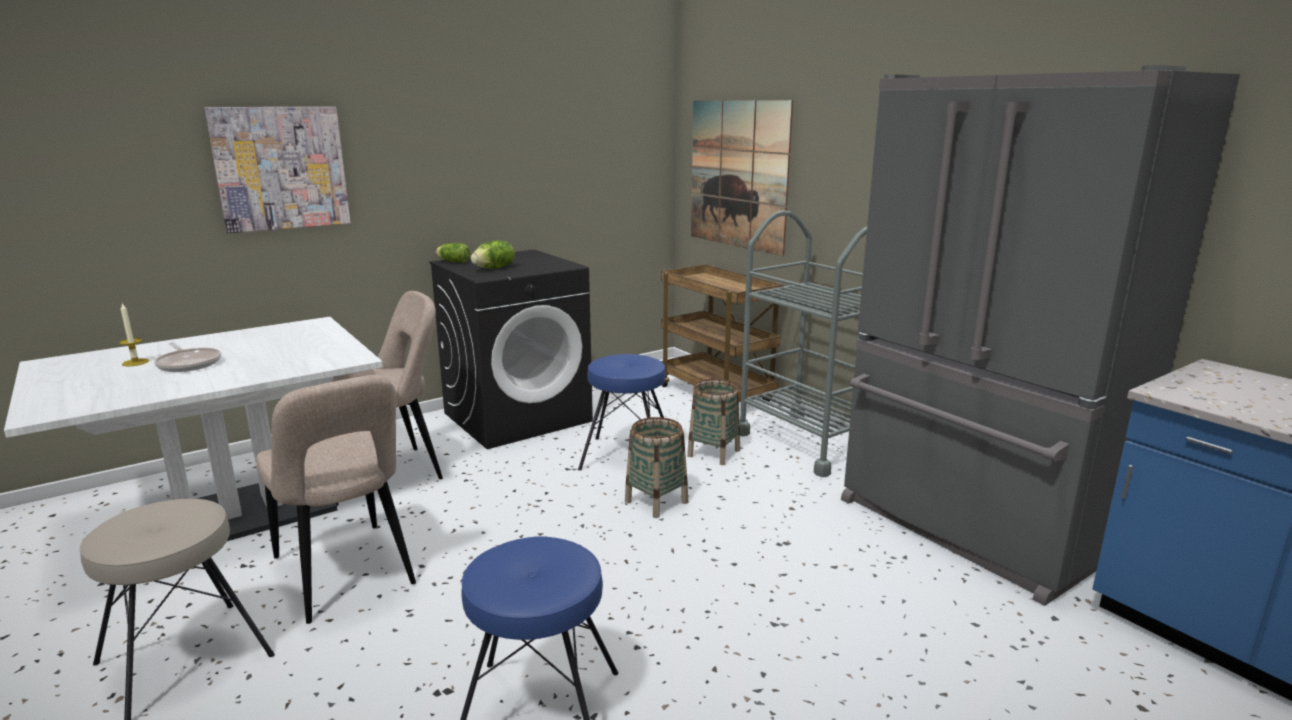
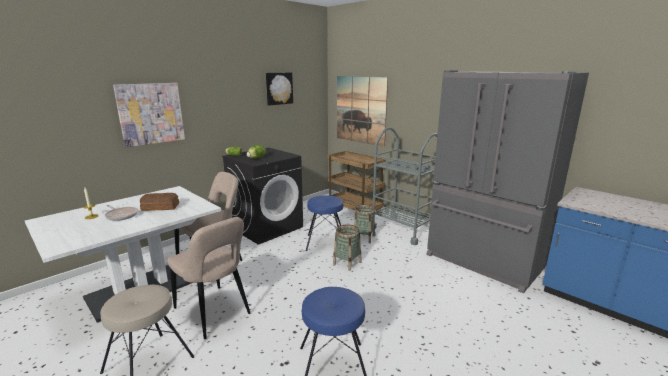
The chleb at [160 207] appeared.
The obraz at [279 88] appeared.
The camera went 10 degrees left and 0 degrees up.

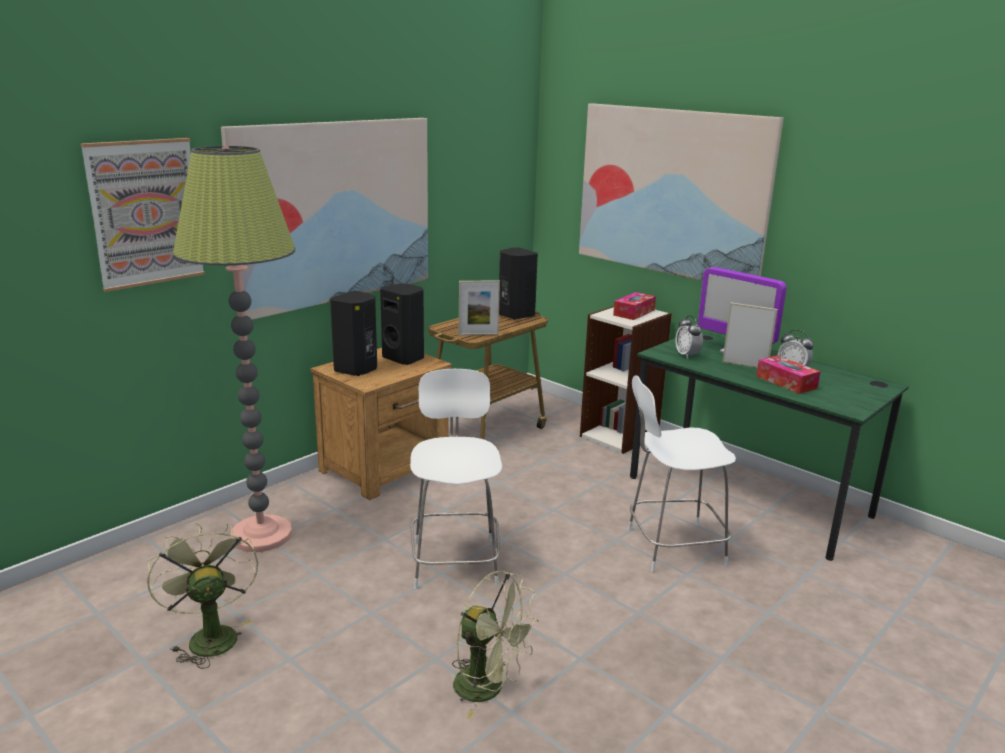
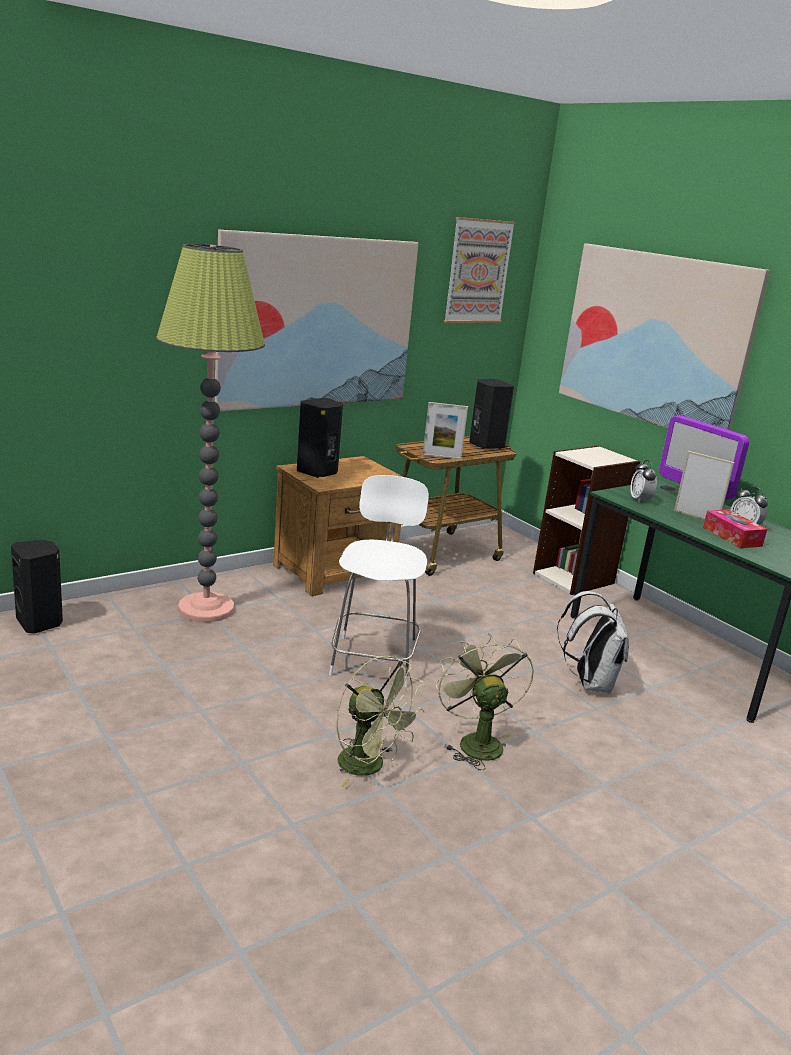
The głośnik (czarny) moved from [404 358] to [40 623].
The wentylator (zielony) moved from [209 635] to [475 741].
The obraz moved from [145 213] to [478 271].
The krzesło (biały) at [671 547] was replaced by the plecak (biały) at [589 683].
The pudełko chusteczek at [634 312] disappeared.
The camera went 10 degrees right and 0 degrees up.

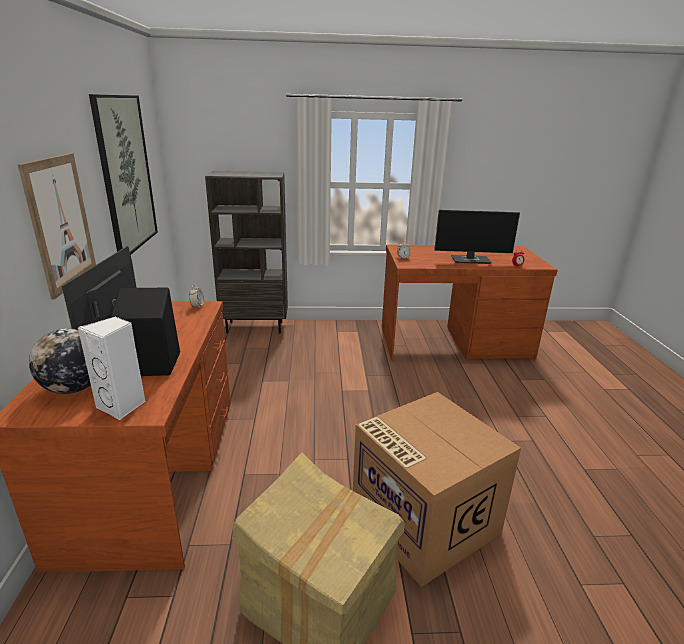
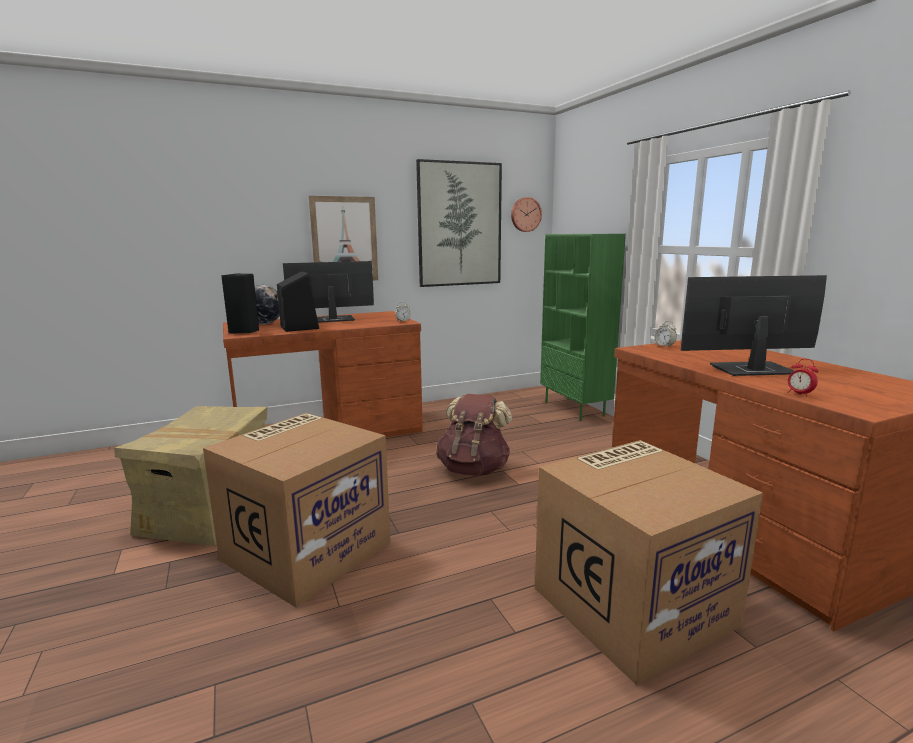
The głośnik (biały) at [123 406] became the głośnik (czarny) at [244 331].
The plecak (brązowy) at [474 469] appeared.
The zegar ścienny at [525 214] appeared.
The karton at [633 604] appeared.
The regał (brązowy) at [255 327] became the regał (zielony) at [575 409].
The monitor at [471 260] turned 105 degrees clockwise.
The camera went 70 degrees right and 10 degrees down.

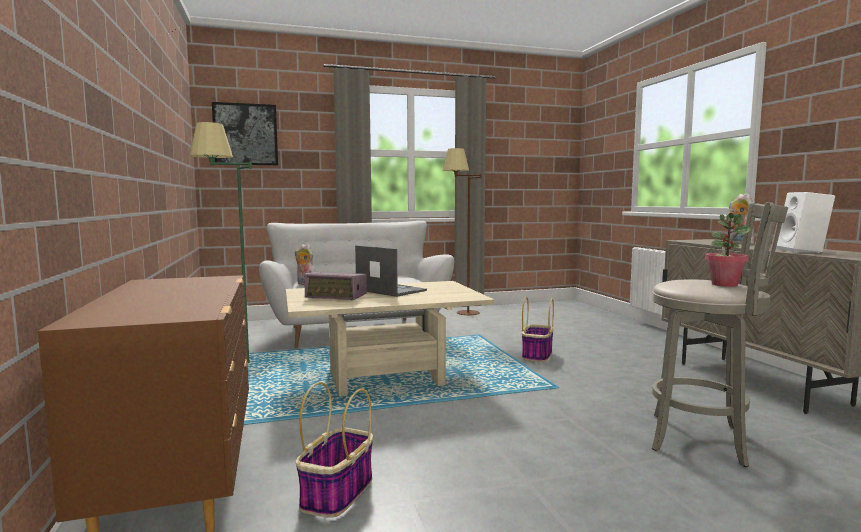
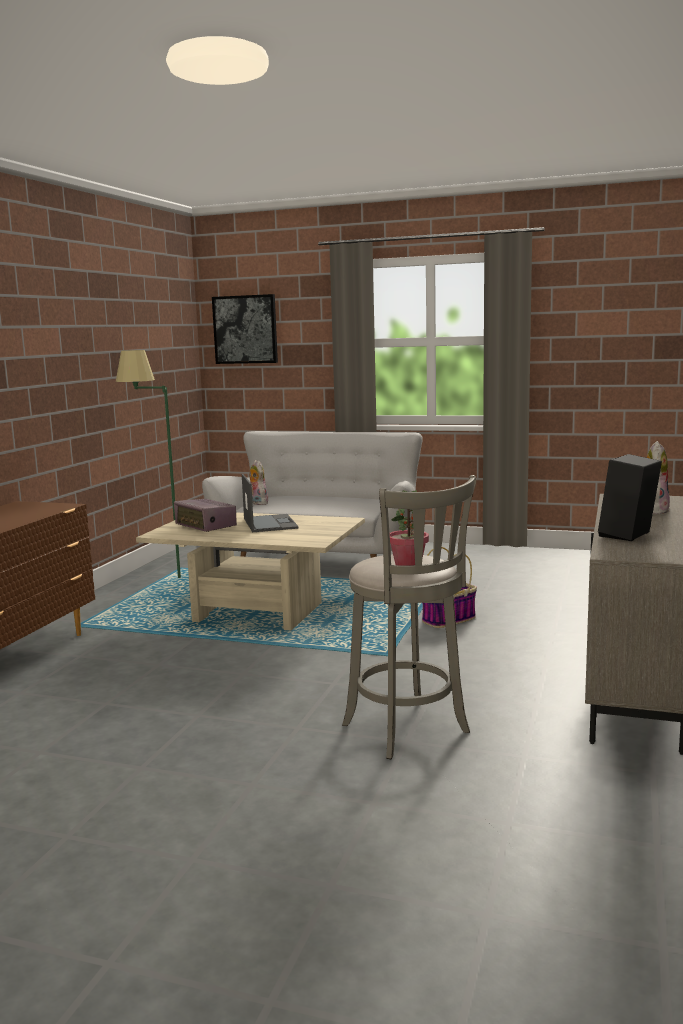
The głośnik (biały) at [803 251] became the głośnik (czarny) at [628 536].
The koszyk at [337 494] disappeared.
The lampa stojąca (brązowy) at [461 314] disappeared.
The camera went 35 degrees right and 5 degrees up.

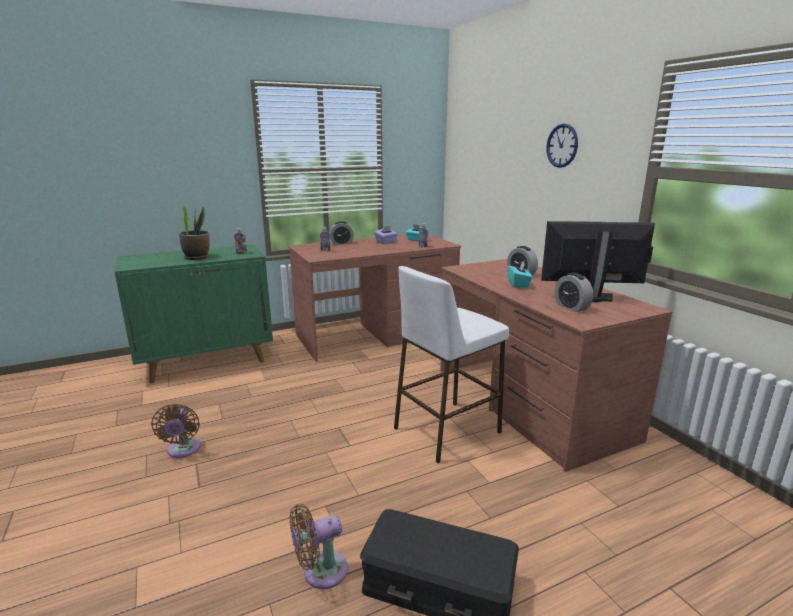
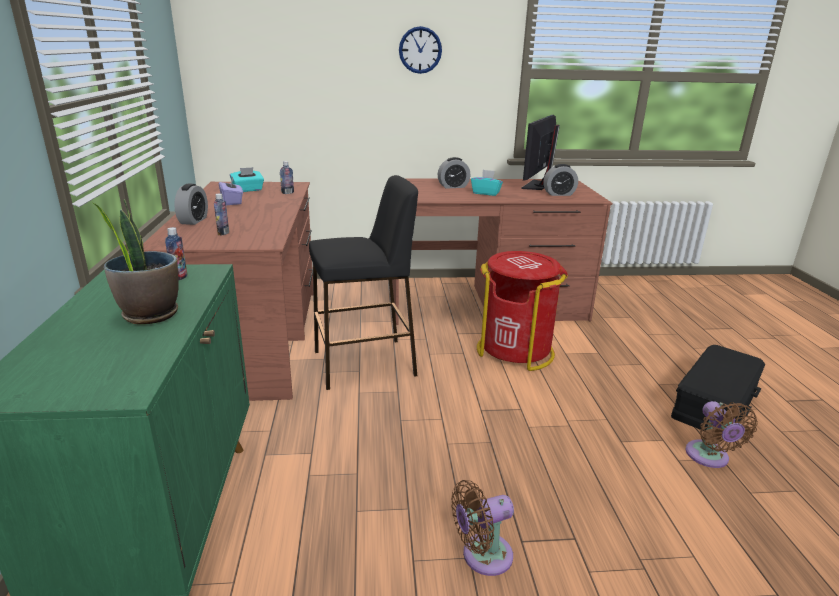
The stołek (czarny) at [365 363] appeared.
The wentylator (brązowy) at [183 450] turned 150 degrees clockwise.
The stołek (biały) at [446 430] was replaced by the kosz na śmieci (czerwony) at [515 351].
The camera went 70 degrees left and 5 degrees up.

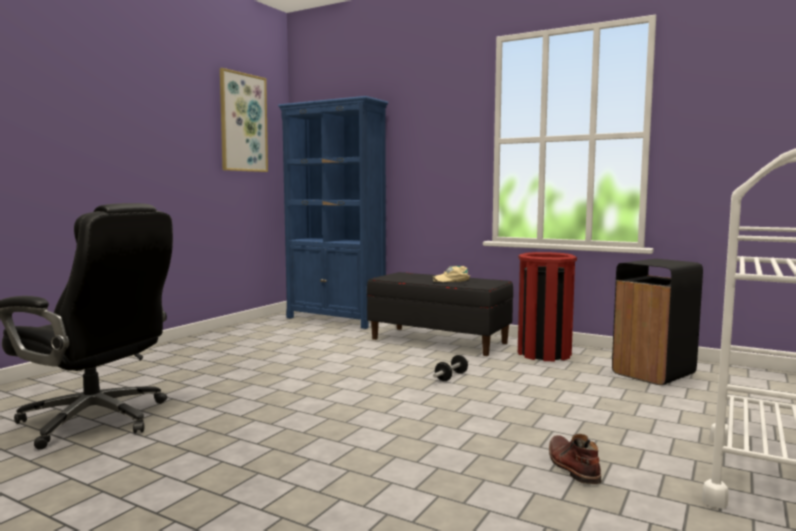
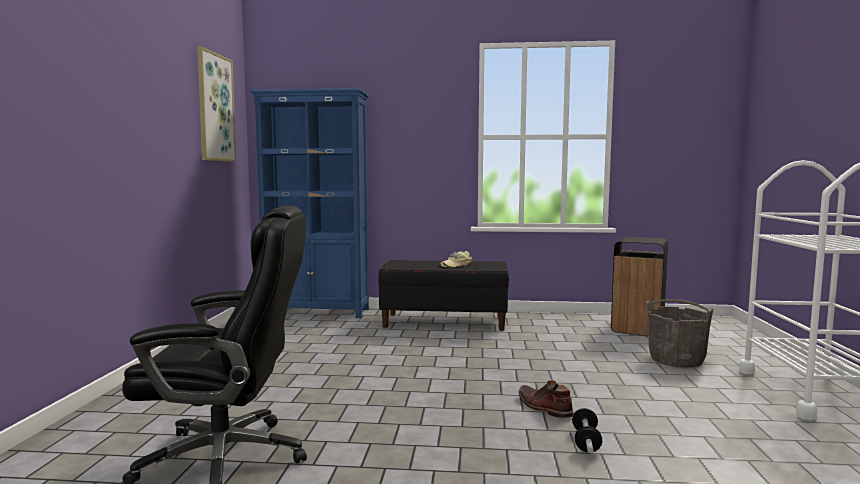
The but z cholewką (brązowy) moved from [572 466] to [543 407].
The hantel moved from [451 377] to [586 441].
The wiadro (szary) at [676 359] appeared.
The kosz na śmieci (czerwony) at [544 354] disappeared.
The camera went 25 degrees left and 0 degrees up.

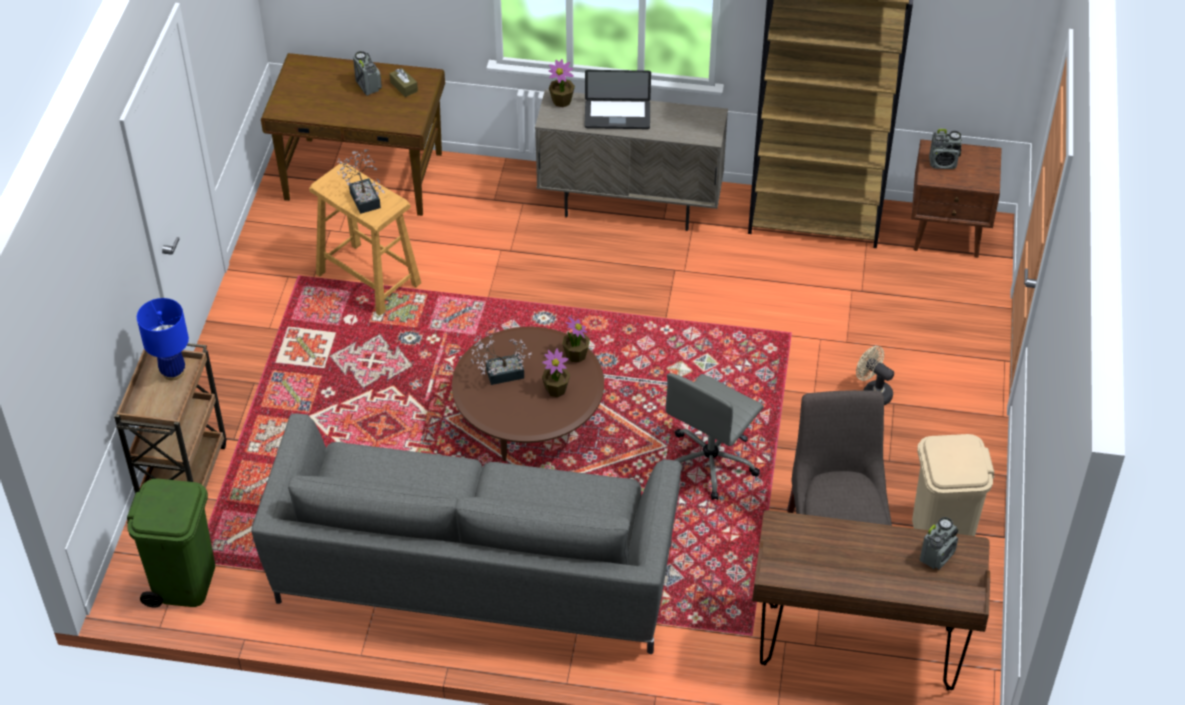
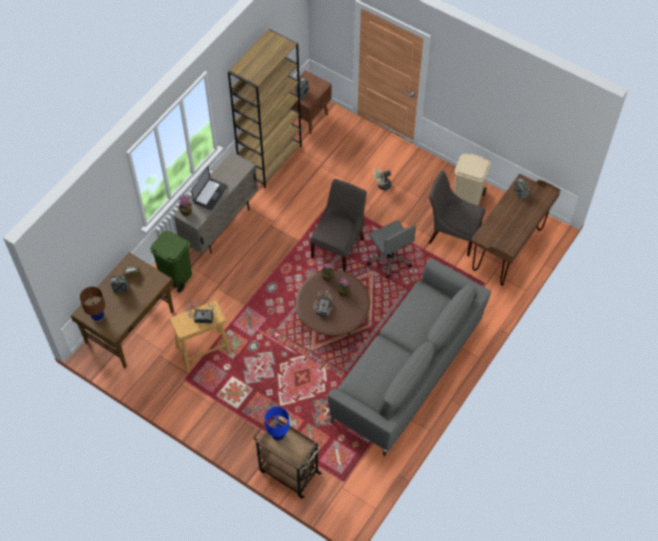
The lampa stołowa (brązowy) at [98 317] appeared.
The kosz na śmieci (zielony) moved from [184 581] to [175 276].
The krzesło (szary) at [339 246] appeared.
The camera went 65 degrees left and 10 degrees up.

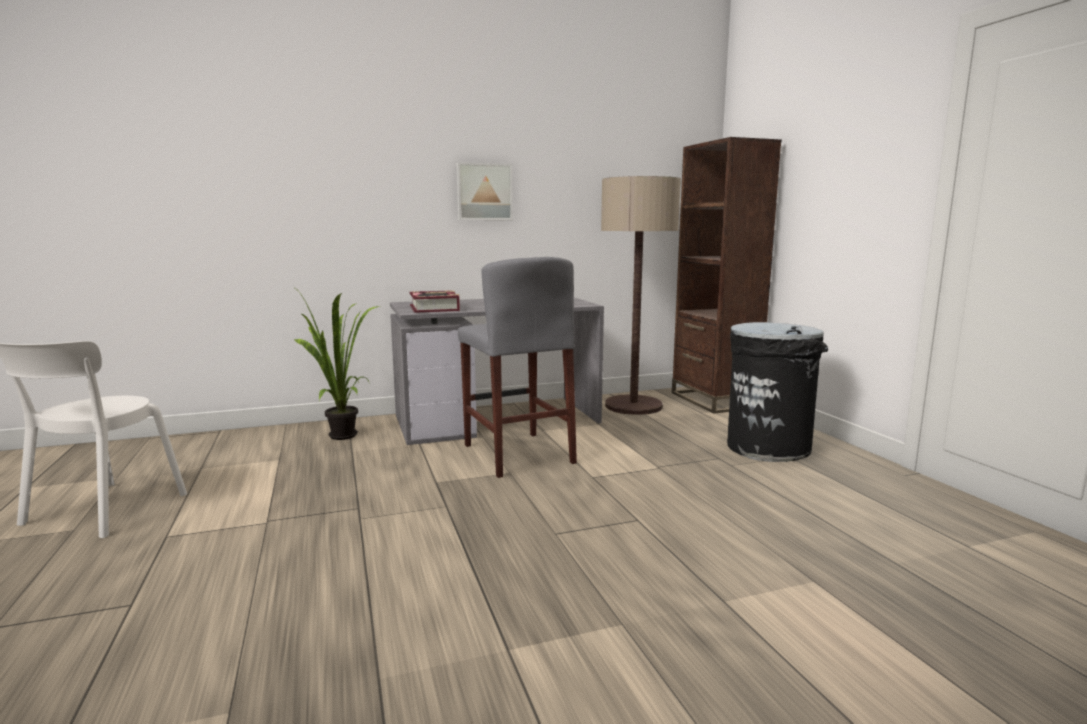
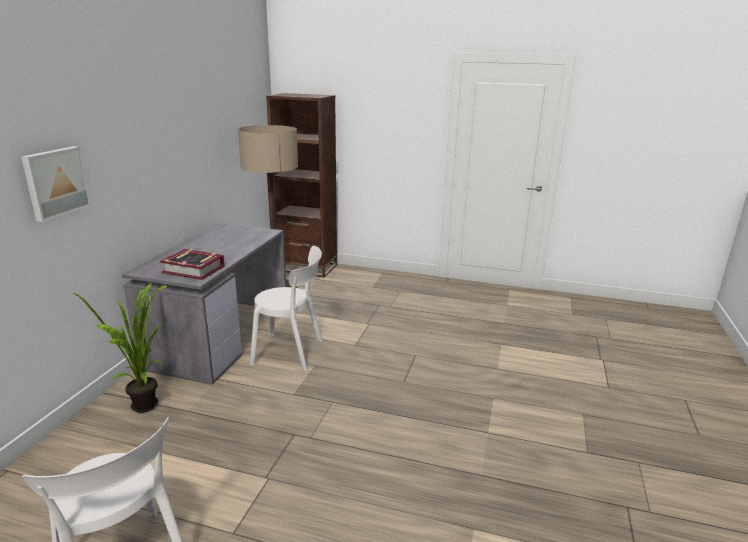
The obraz moved from [484 192] to [55 182].
The stołek (szary) at [518 454] was replaced by the krzesło (biały) at [291 352].
The kosz na śmieci (czarny) at [768 447] disappeared.
The camera went 55 degrees left and 10 degrees up.

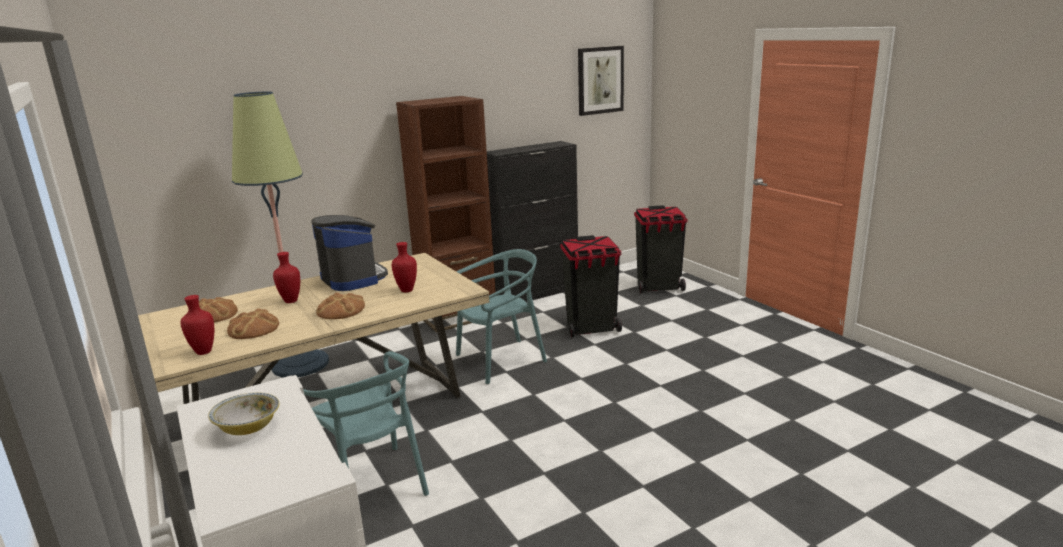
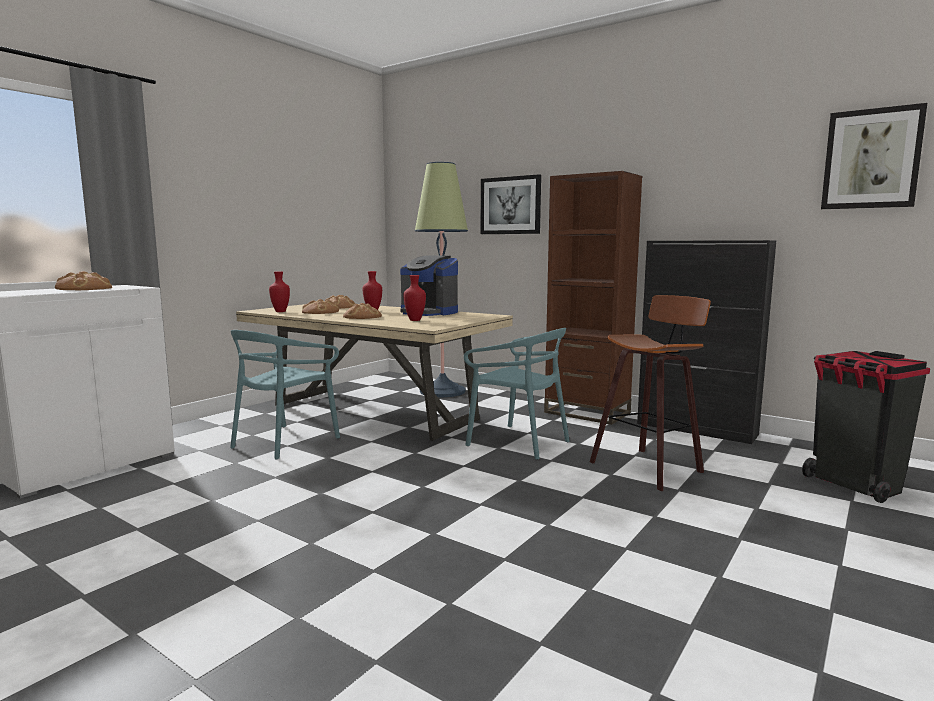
The miska at [248 427] was replaced by the chleb at [85 288].
The ekspres do kawy at [353 278] turned 90 degrees clockwise.
The obraz at [510 205] appeared.
The kosz na śmieci (czarny) at [591 328] was replaced by the stołek at [649 467].
The camera went 65 degrees right and 10 degrees down.

